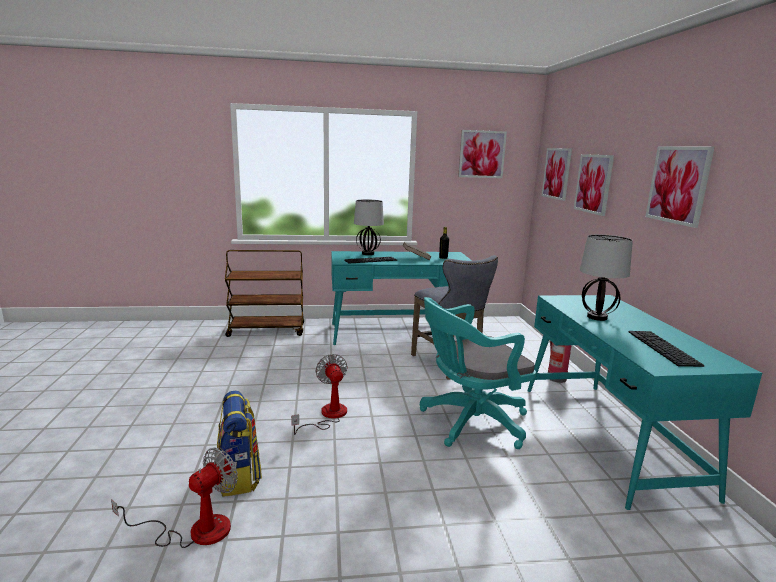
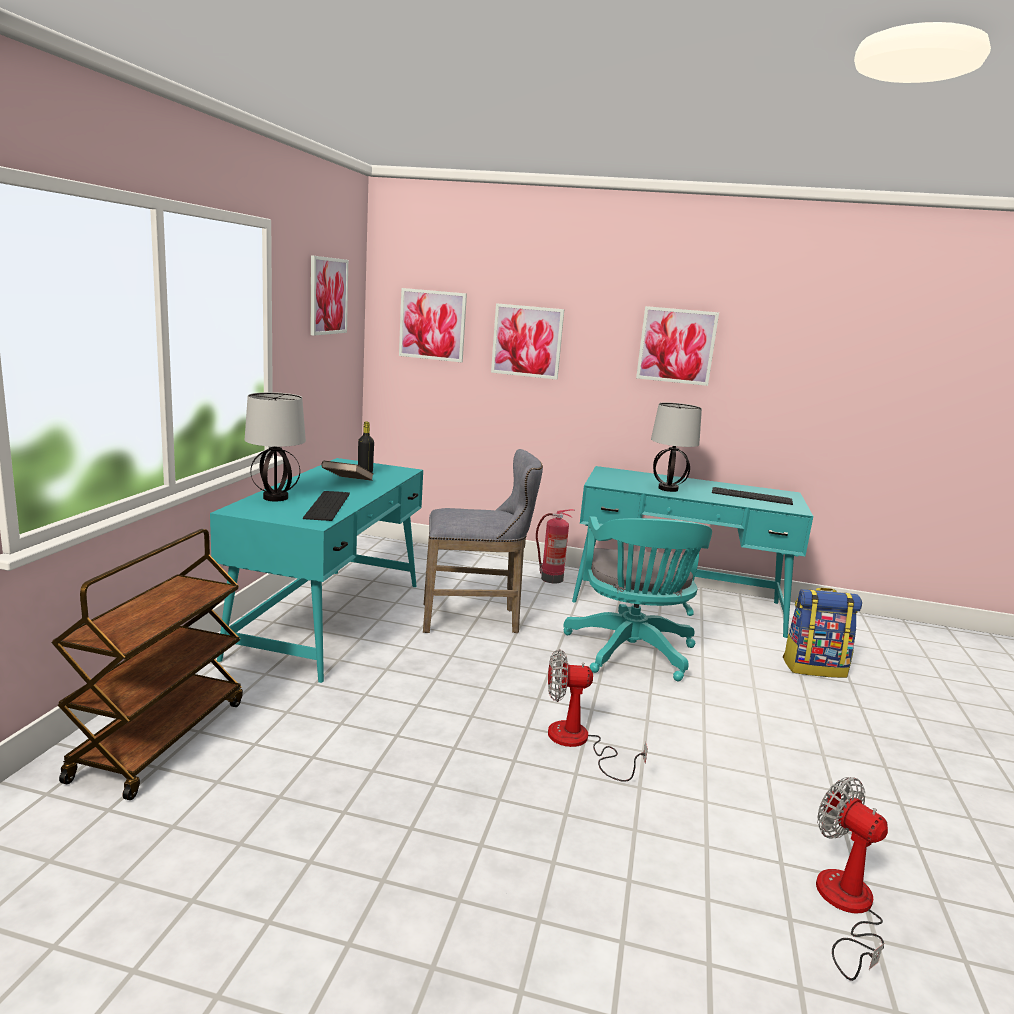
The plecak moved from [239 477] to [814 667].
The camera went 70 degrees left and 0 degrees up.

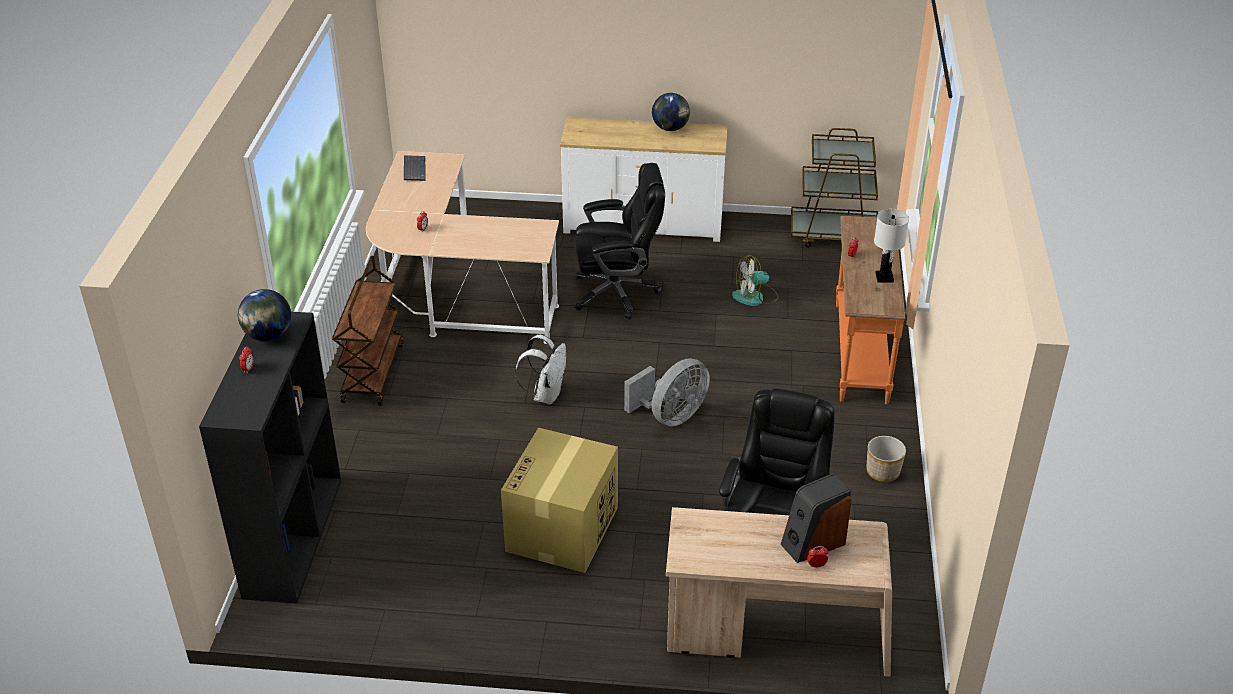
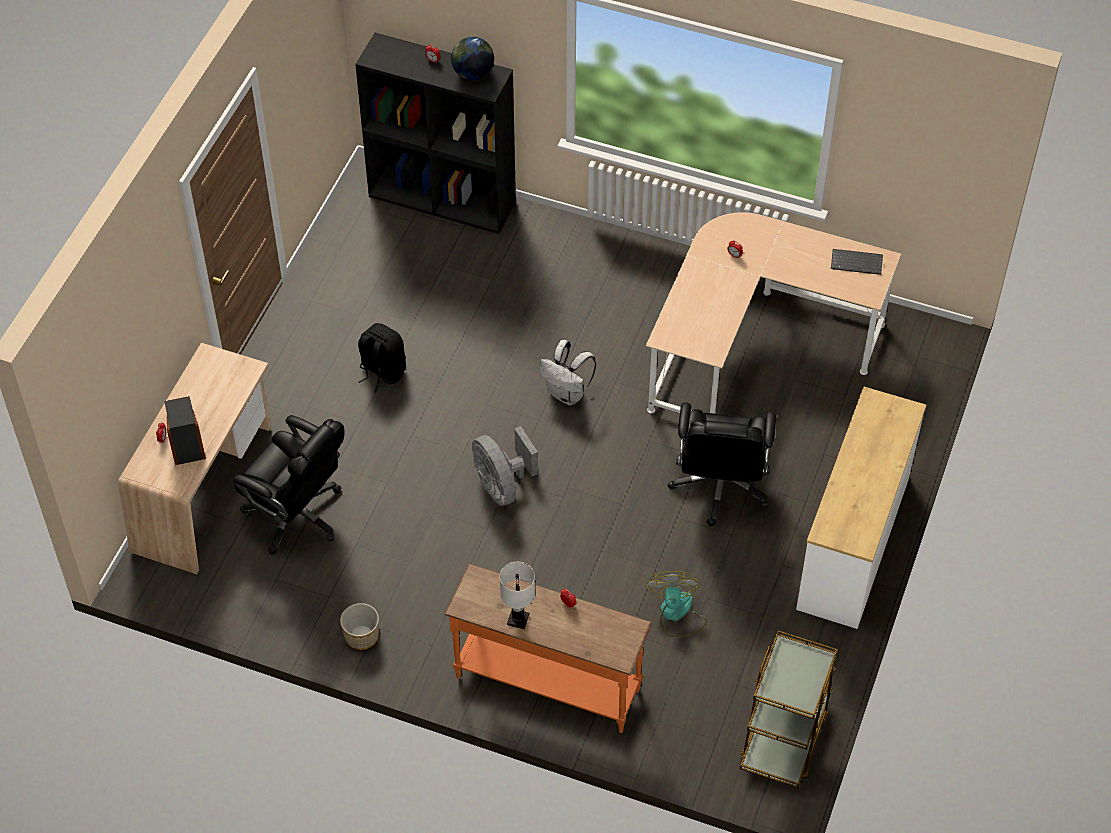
The karton at [562 530] was replaced by the plecak (czarny) at [381 372].
The wózek (brązowy) at [372 372] disappeared.
The globus at [670 128] disappeared.
The camera went 105 degrees right and 15 degrees up.

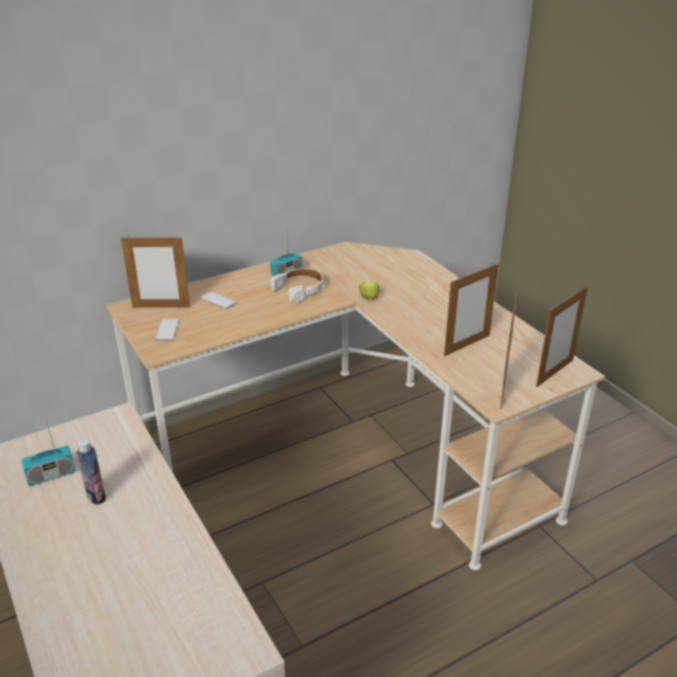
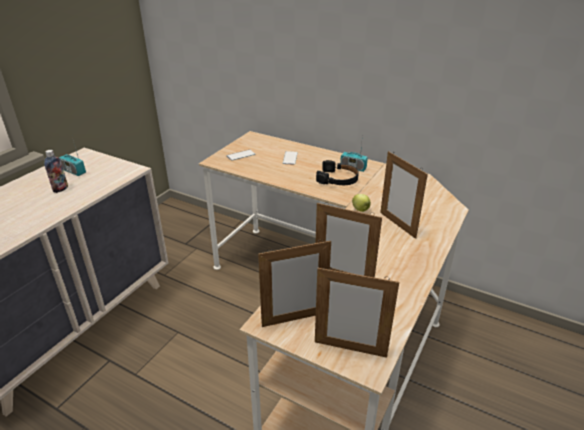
The słuchawki (biały) at [299 289] became the słuchawki (czarny) at [338 179].
The ramka na zdjęcie moved from [161 307] to [397 225].
The camera went 60 degrees right and 0 degrees up.

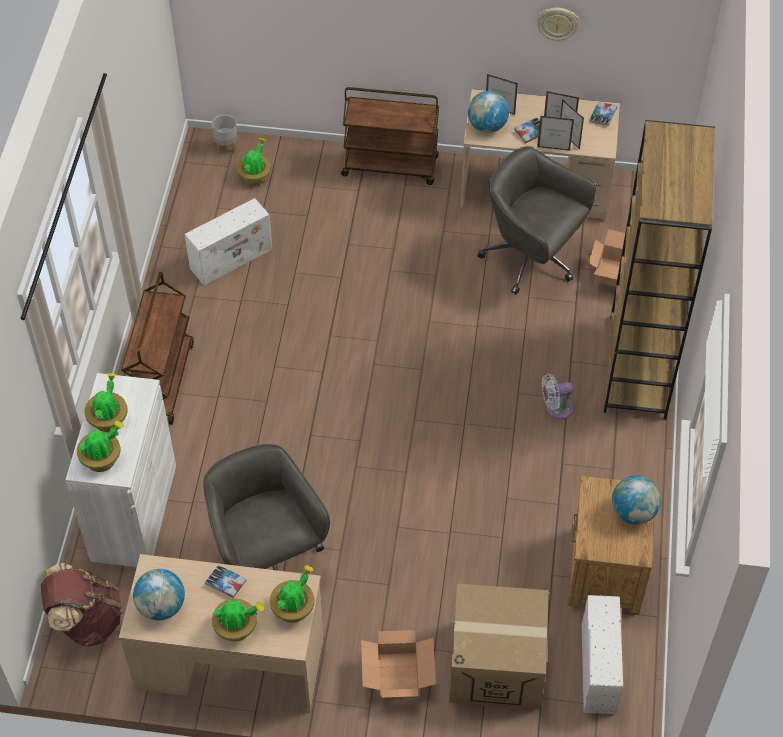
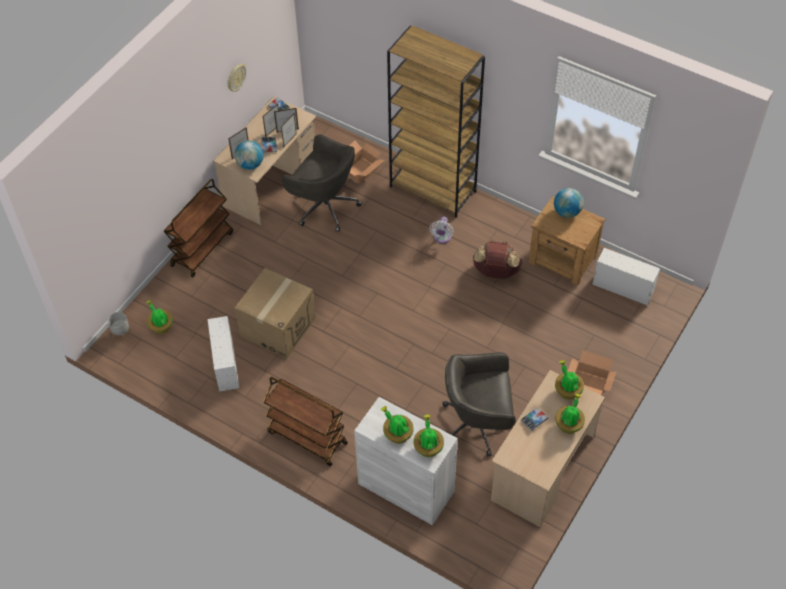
The karton moved from [496 664] to [278 327].
The krzesło biurowe (szary) at [532 259] turned 120 degrees counterclockwise.
The plecak (brązowy) moved from [87 620] to [496 272].
The globus at [162 606] disappeared.
The camera went 65 degrees left and 0 degrees up.

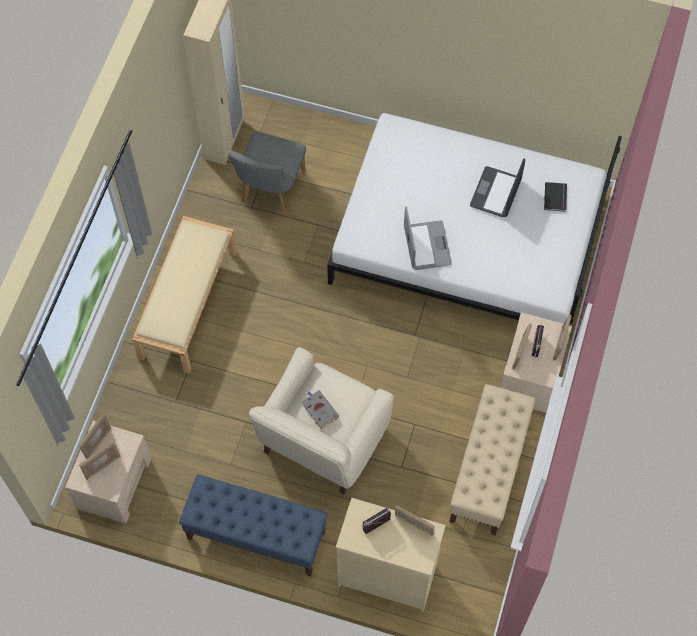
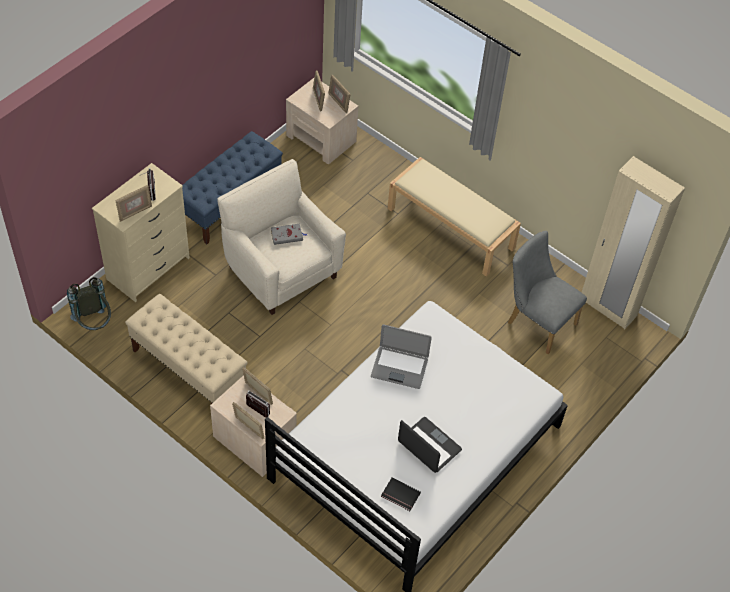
The plecak (szary) at [94 323] appeared.
The camera went 110 degrees right and 10 degrees down.

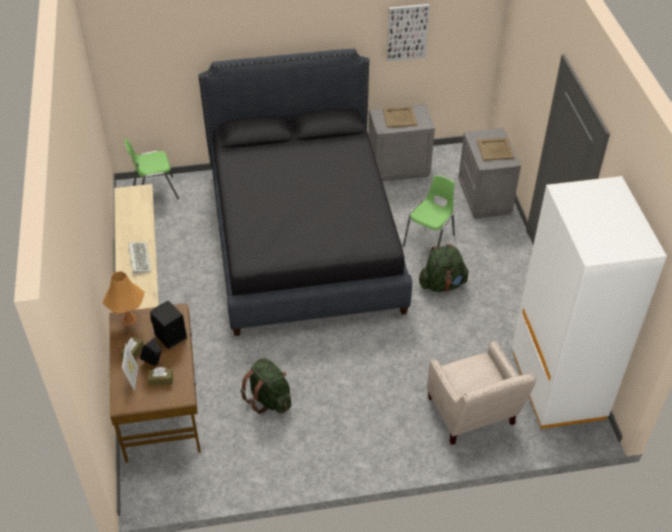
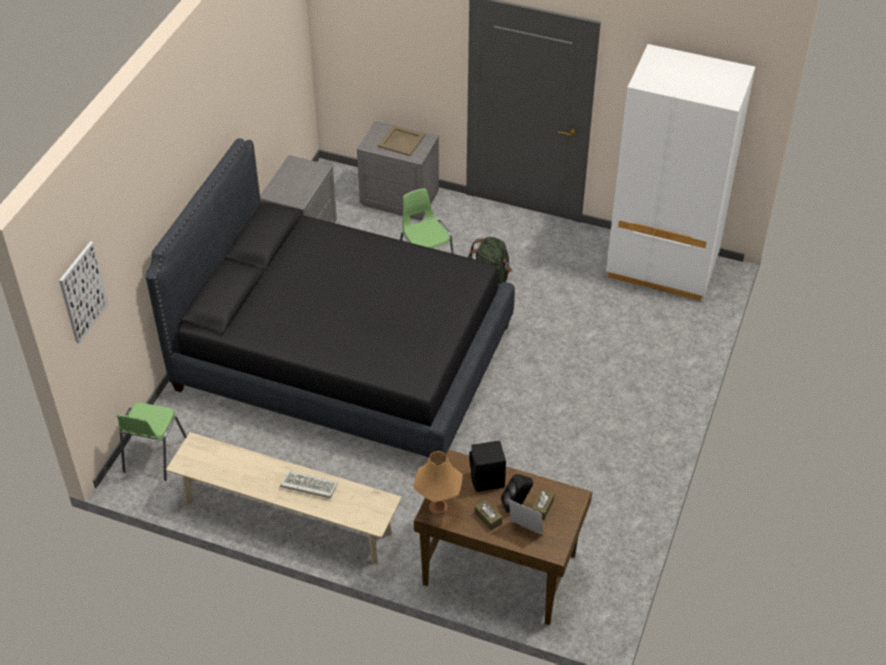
The obraz moved from [407 32] to [83 292].
The plecak (zielony) at [269 399] disappeared.
The taca (beżowy) at [399 117] disappeared.
The fotel (beżowy) at [472 416] disappeared.
The camera went 60 degrees left and 0 degrees up.

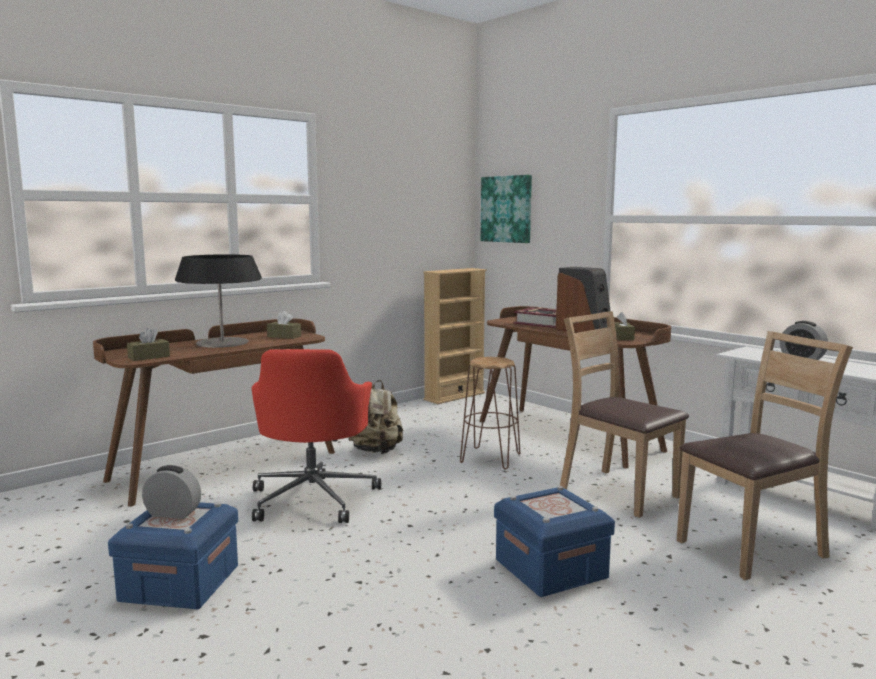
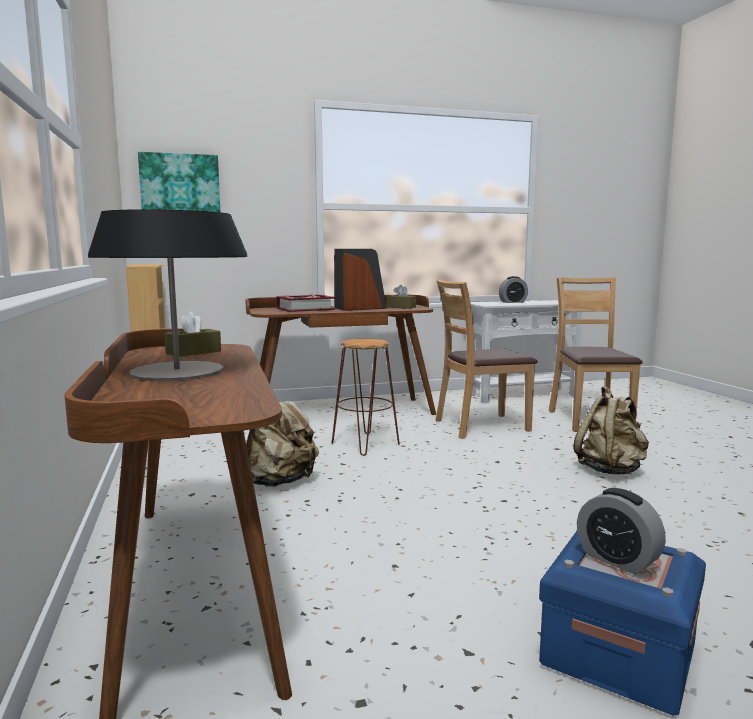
The pojemnik do przechowywania (niebieski) at [551 569] was replaced by the plecak (beżowy) at [610 470].
The budzik at [173 513] turned 75 degrees counterclockwise.
The pudełko chusteczek (brązowy) at [149 357] disappeared.
The krzesło biurowe (czerwony) at [314 498] disappeared.
The camera went 65 degrees left and 0 degrees up.

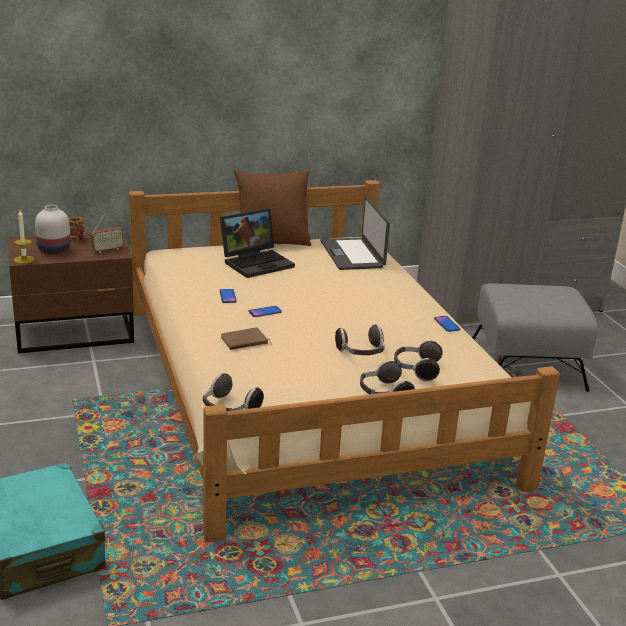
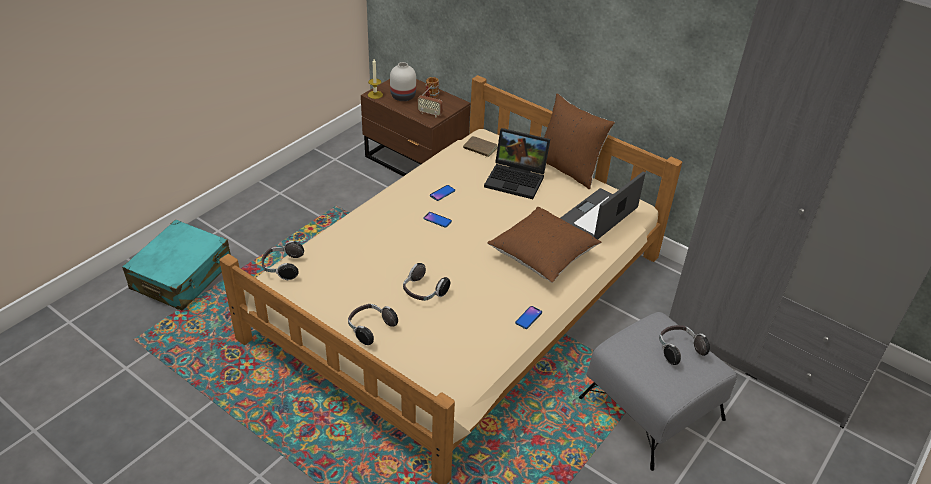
The książka (brązowy) moved from [244 342] to [479 149].
The poduszka (brązowy) at [542 256] appeared.
The słuchawki moved from [416 370] to [678 350].
The camera went 55 degrees right and 15 degrees up.

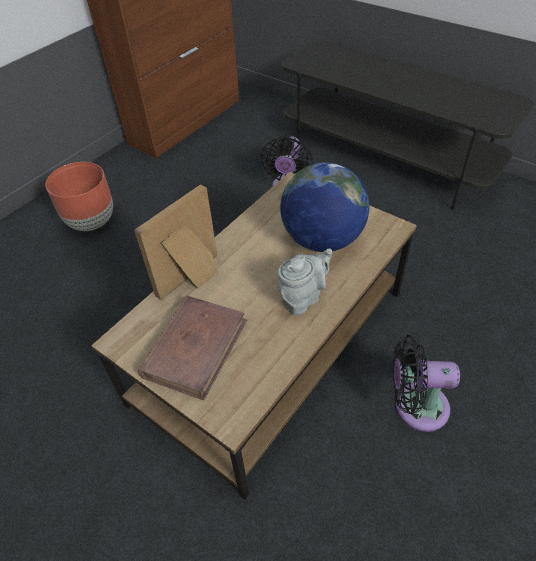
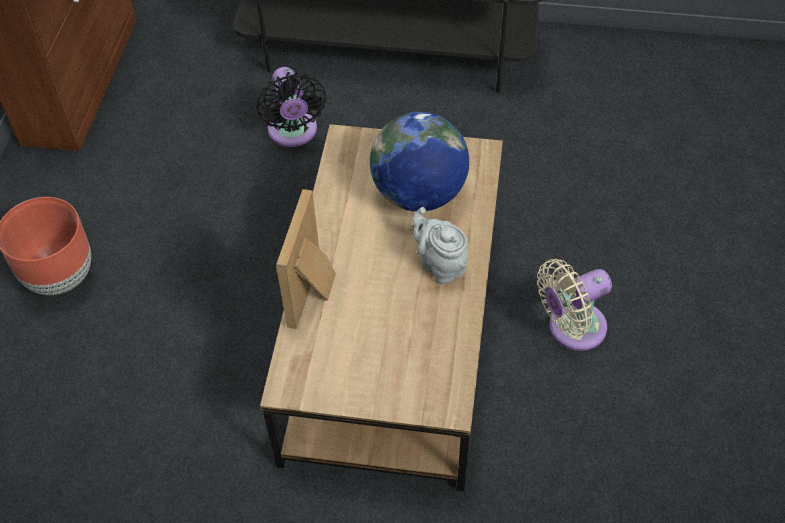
The imbryk (szary) at [303 298] turned 60 degrees counterclockwise.
The wentylator (czarny) at [415 406] became the wentylator (beżowy) at [571 329].
The książka (brązowy) at [195 348] disappeared.
The camera went 30 degrees left and 5 degrees up.

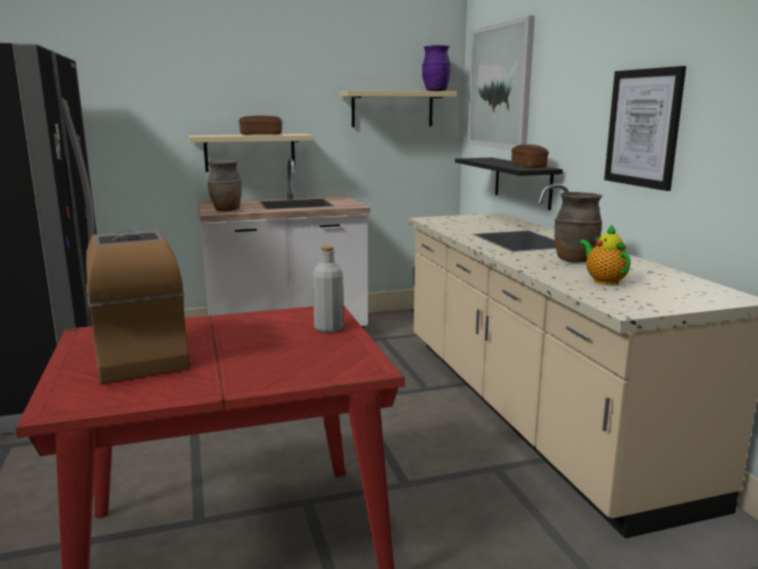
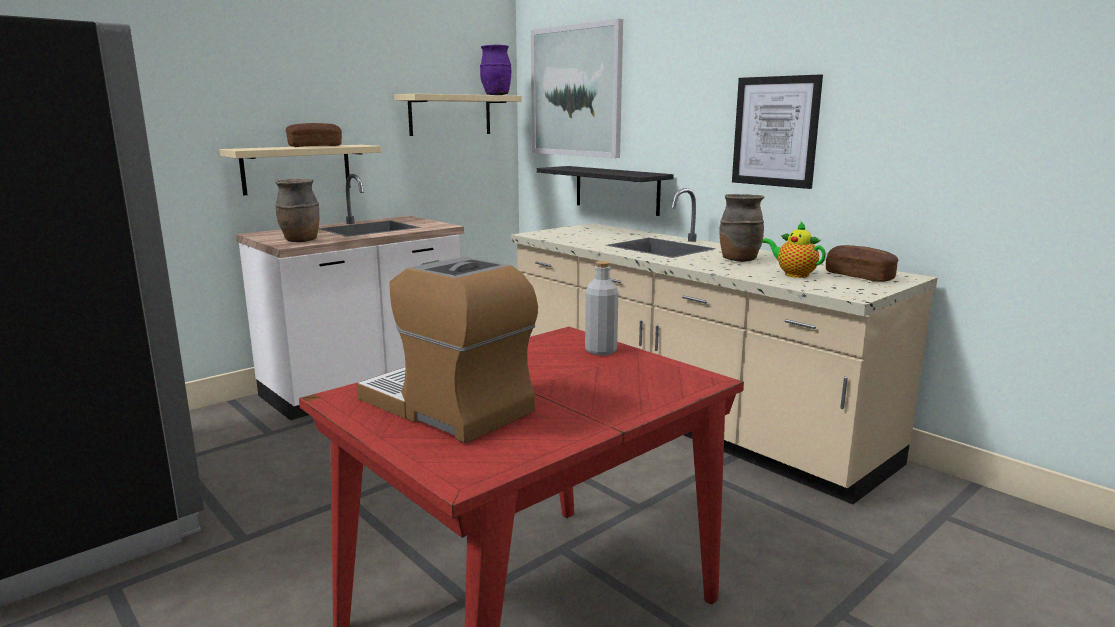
The chleb moved from [528 166] to [859 276].
The camera went 25 degrees left and 0 degrees up.

